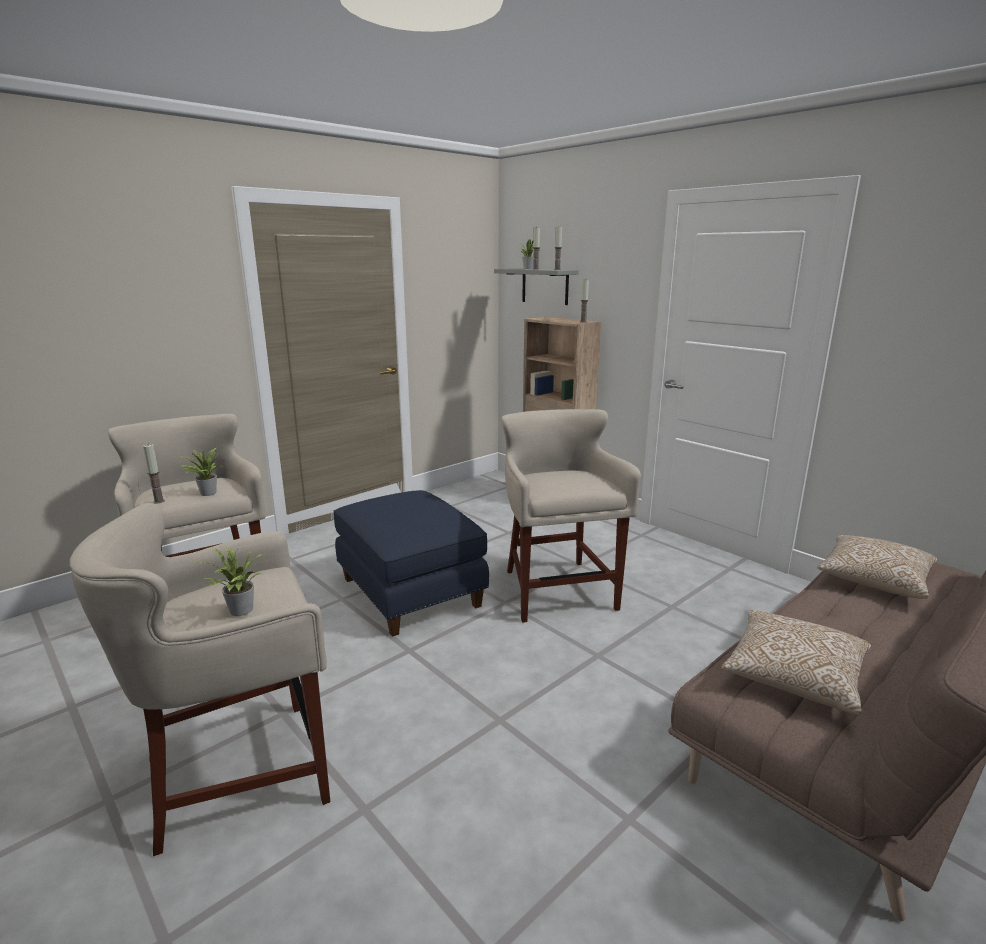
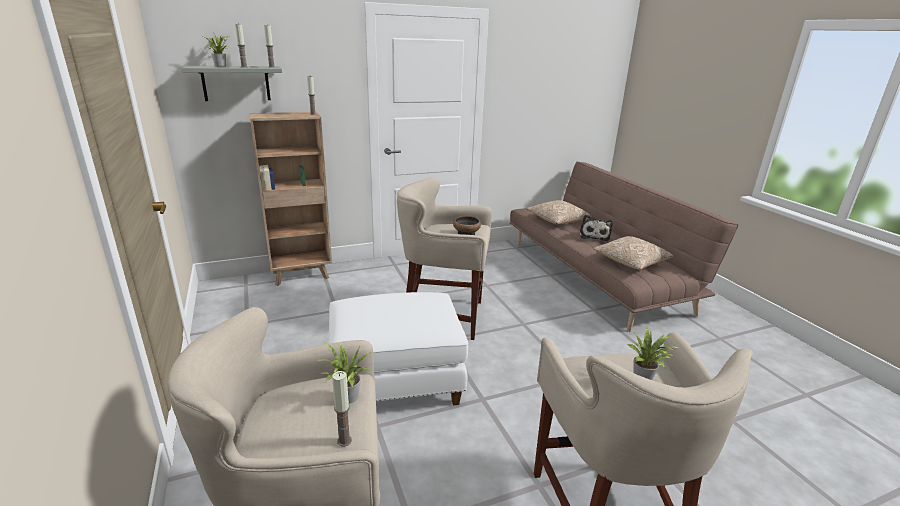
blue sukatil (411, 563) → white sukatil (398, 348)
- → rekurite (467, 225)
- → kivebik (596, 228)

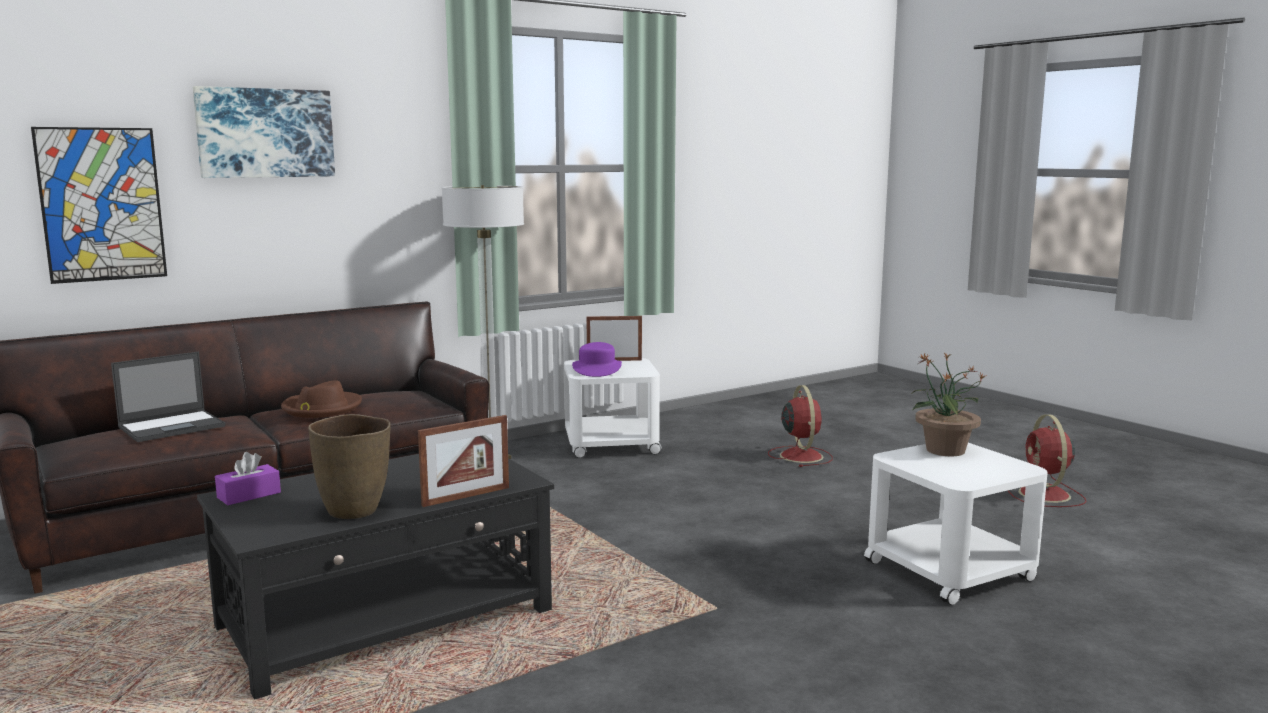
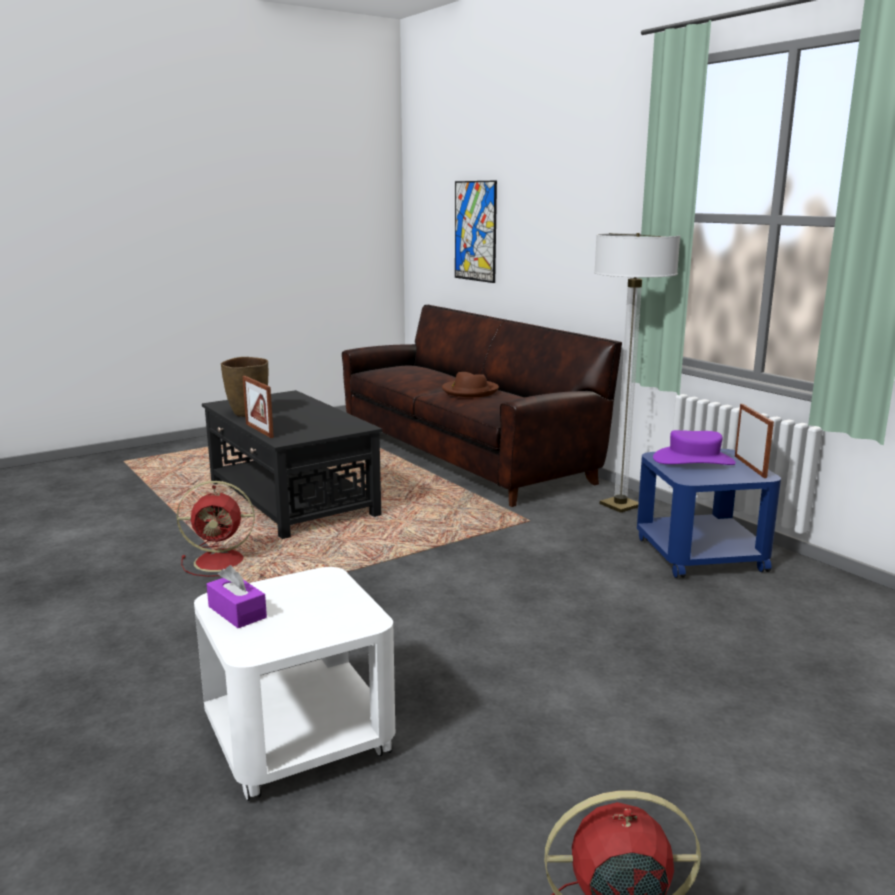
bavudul (168, 397) → -
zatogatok (264, 132) → -
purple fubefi (248, 478) → purple fubefi (237, 596), shifted
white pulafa (613, 408) → blue pulafa (709, 513)
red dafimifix (800, 426) → red dafimifix (216, 529), shifted
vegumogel (949, 404) → -

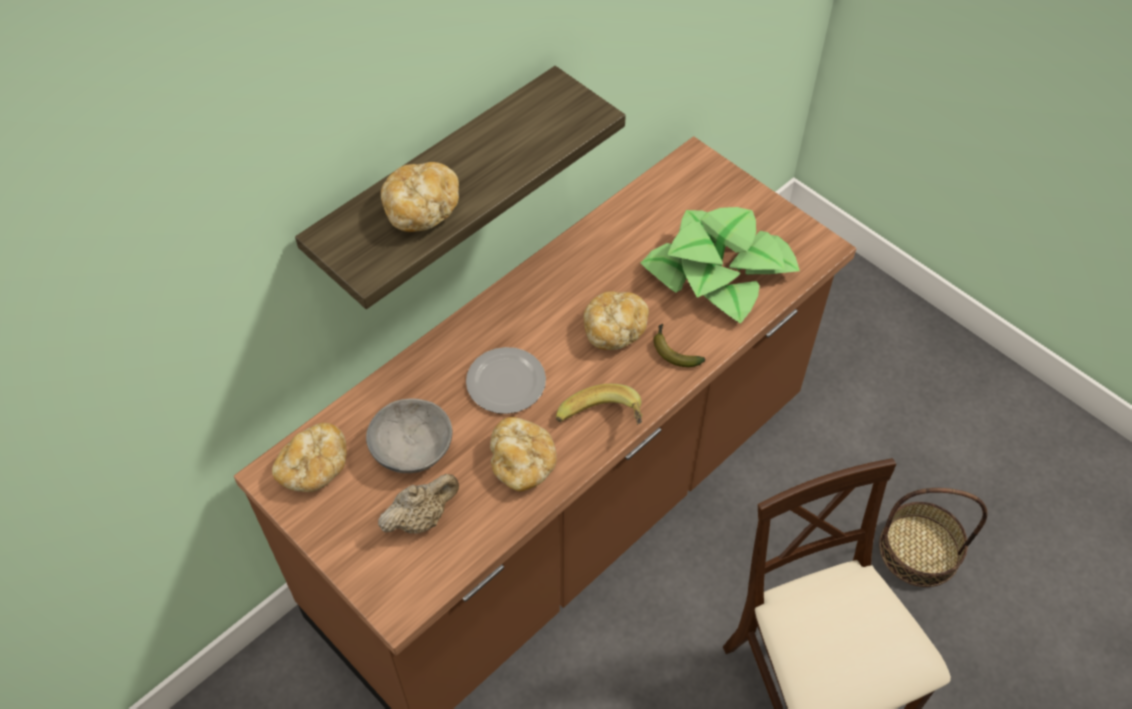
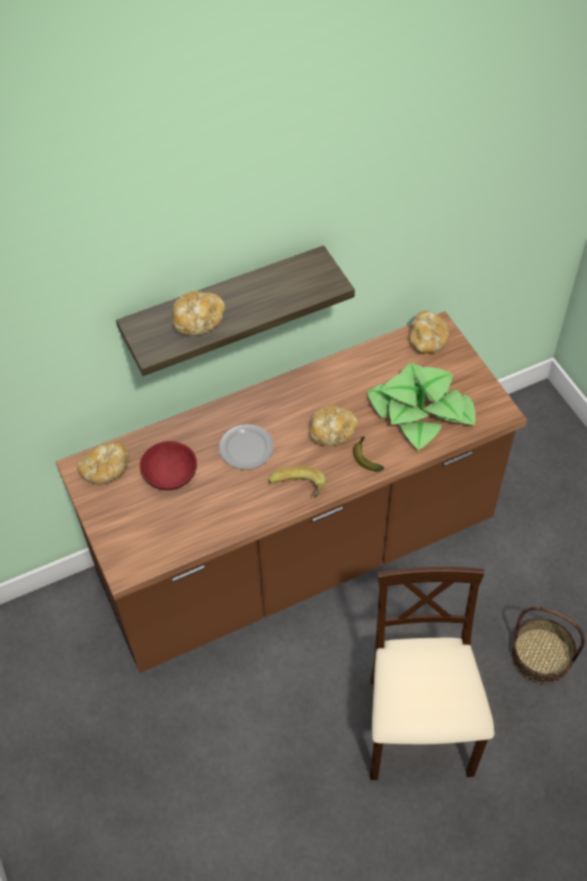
grey rekurite (409, 436) → red rekurite (168, 465)
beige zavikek (418, 504) → -
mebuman (523, 454) → mebuman (429, 332), shifted

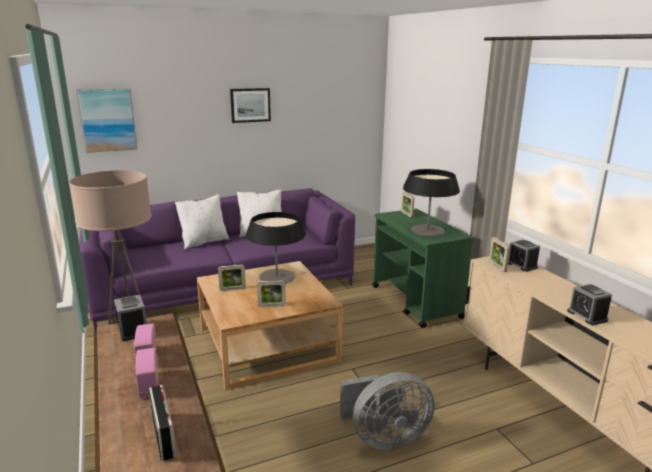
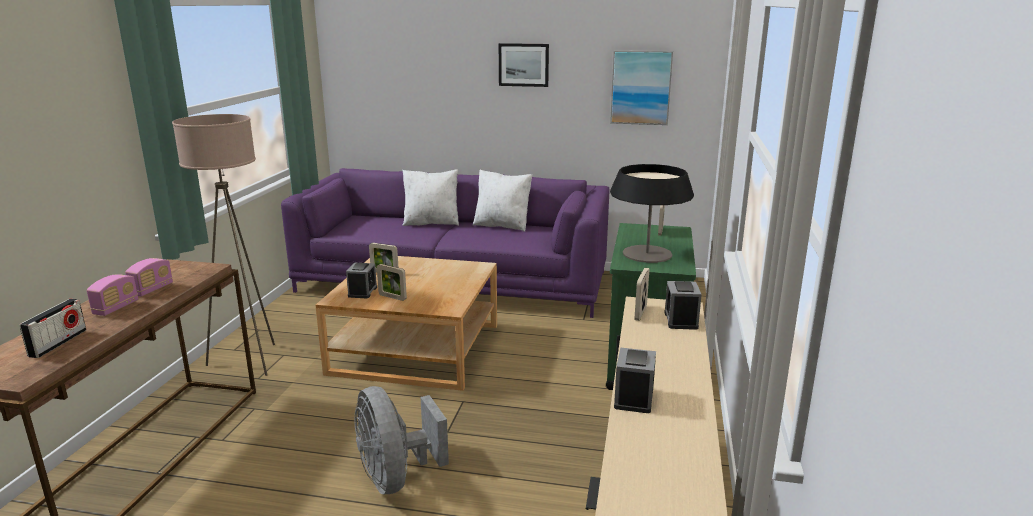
zatogatok (107, 120) → zatogatok (641, 87), shifted
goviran (130, 318) → goviran (361, 280), shifted
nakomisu (276, 247) → -
grey dafimifix (387, 411) → grey dafimifix (401, 440), 45 degrees clockwise

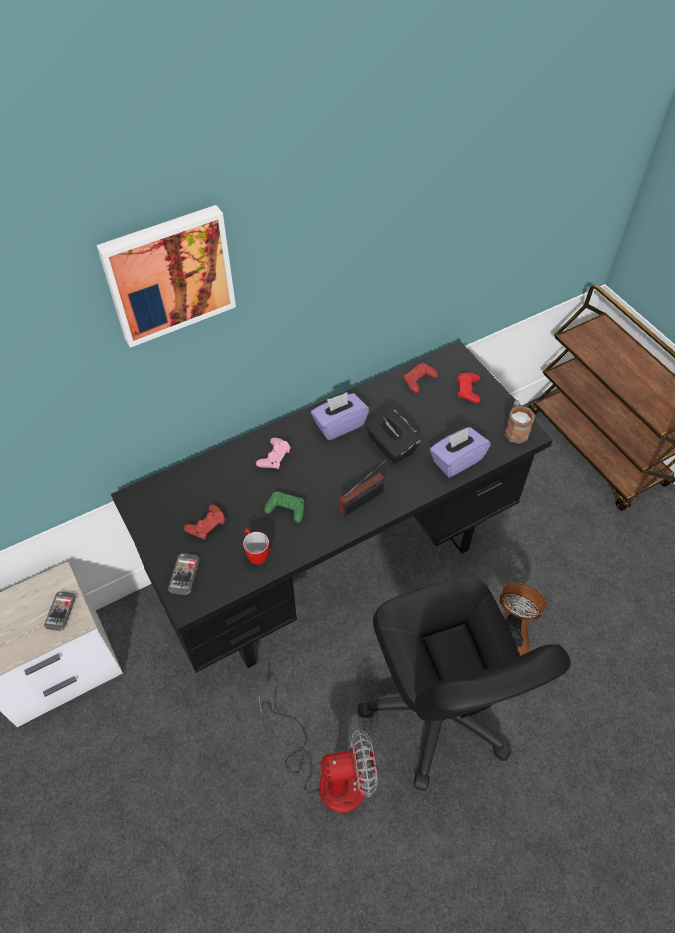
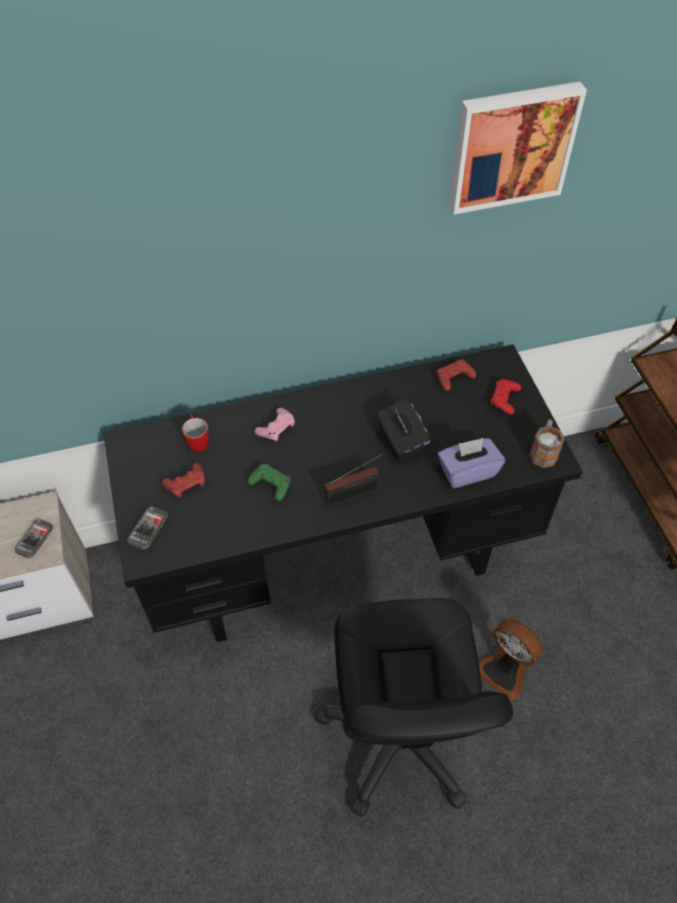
zatogatok (166, 276) → zatogatok (518, 148), shifted
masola (256, 546) → masola (195, 433), shifted
dafimifix (318, 754) → -
purple fubefi (340, 416) → -

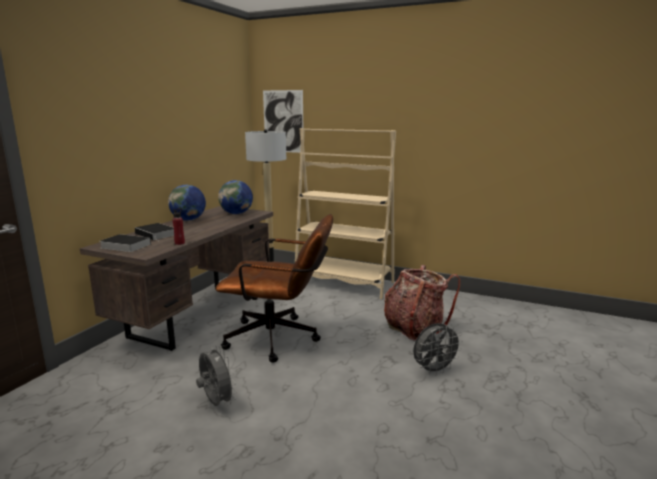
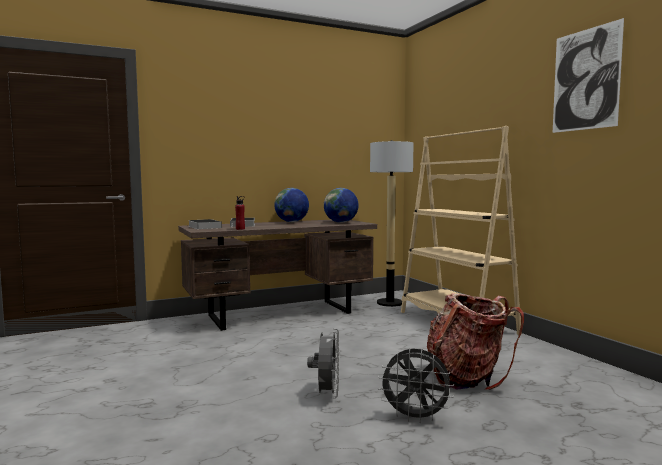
grey dafimifix (216, 375) → grey dafimifix (323, 363), shifted
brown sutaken (274, 288) → -
zatogatok (283, 121) → zatogatok (588, 75), shifted

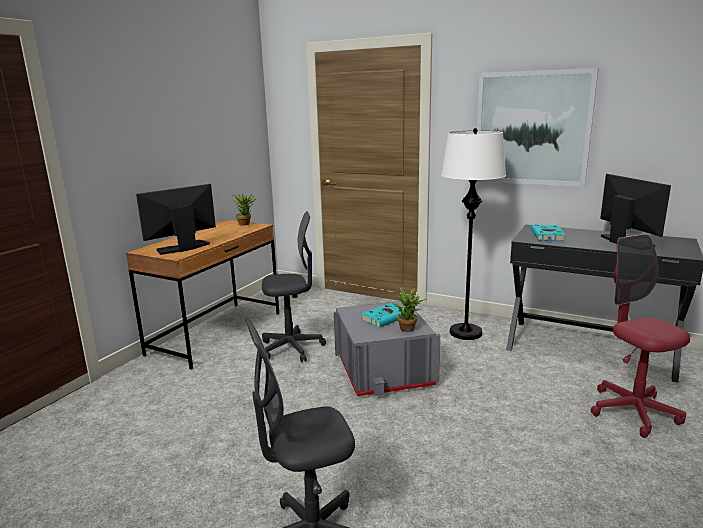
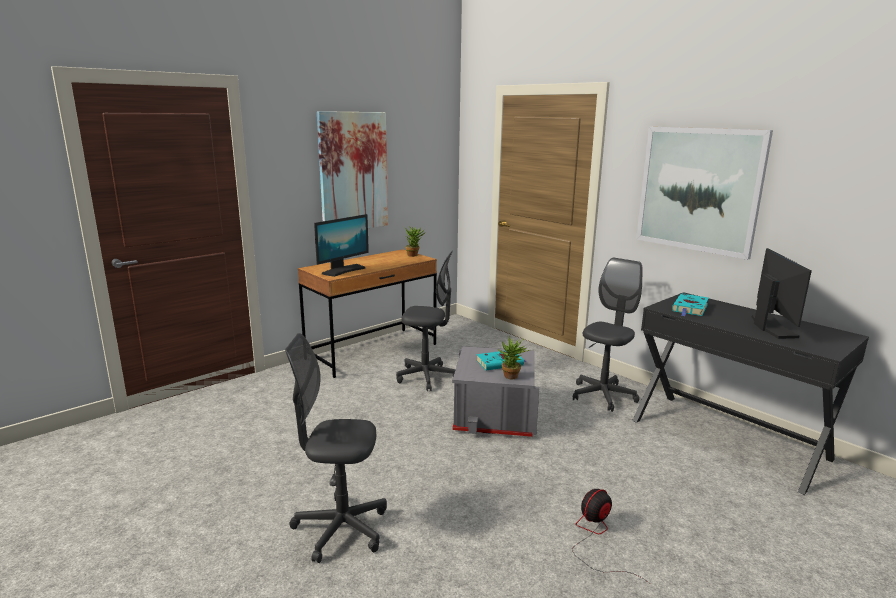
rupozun (176, 219) → rupozun (341, 245), 150 degrees clockwise
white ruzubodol (473, 234) → grey sutaken (607, 335)
red sutaken (640, 336) → -
- → zatogatok (352, 169)
- → dafimifix (610, 536)

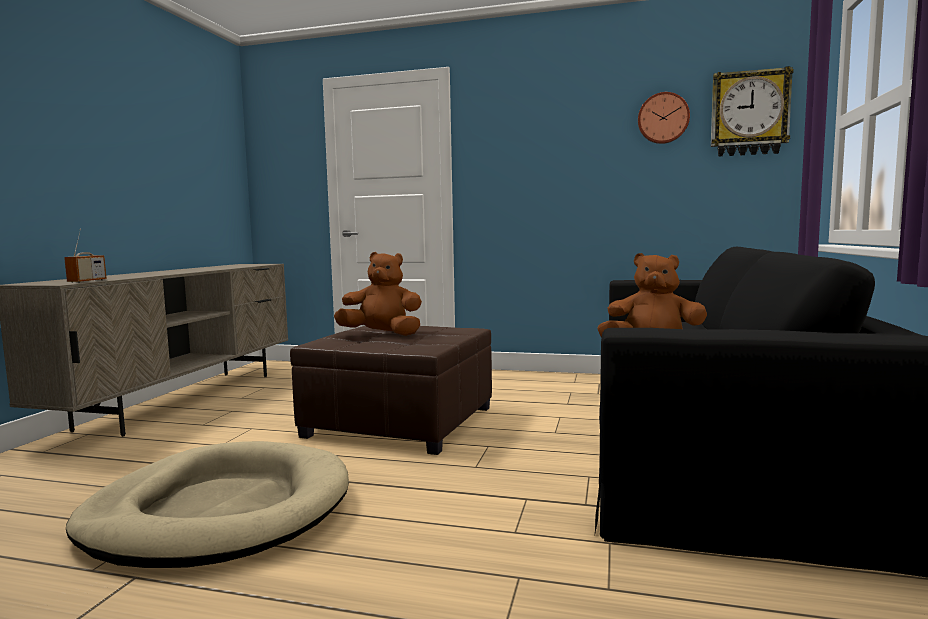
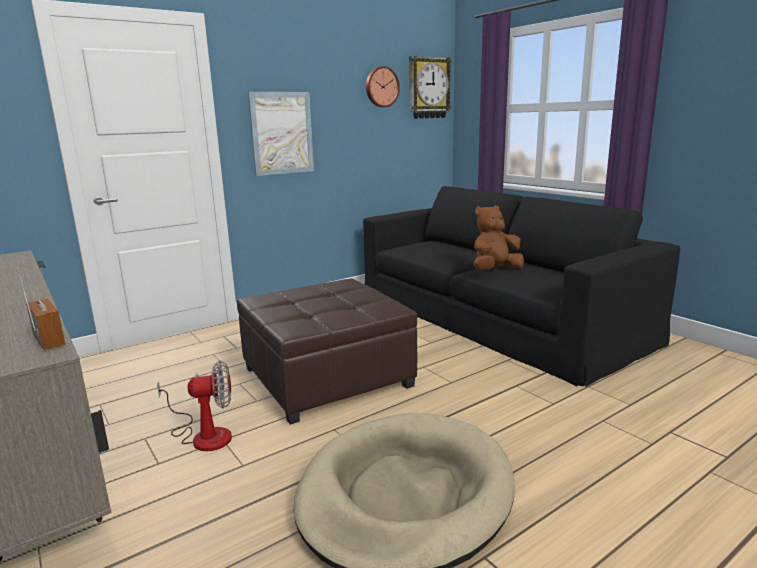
brown kivebik (378, 294) → -
- → dafimifix (194, 406)
- → zatogatok (281, 134)

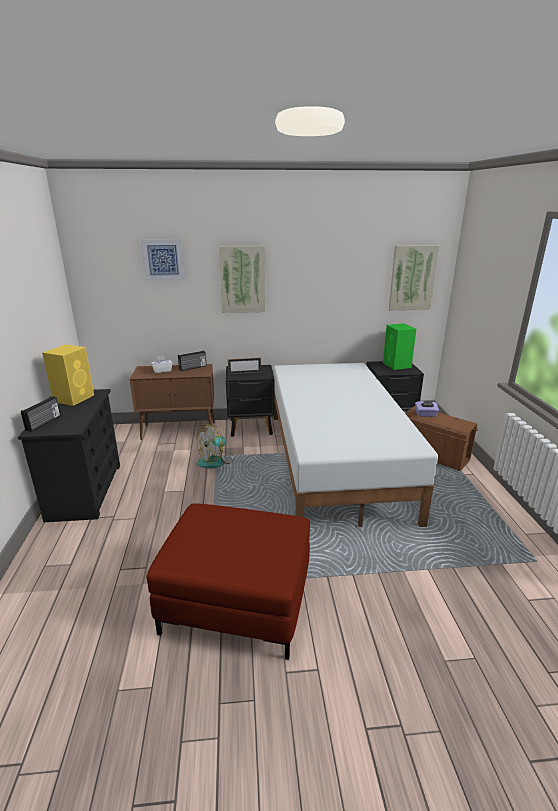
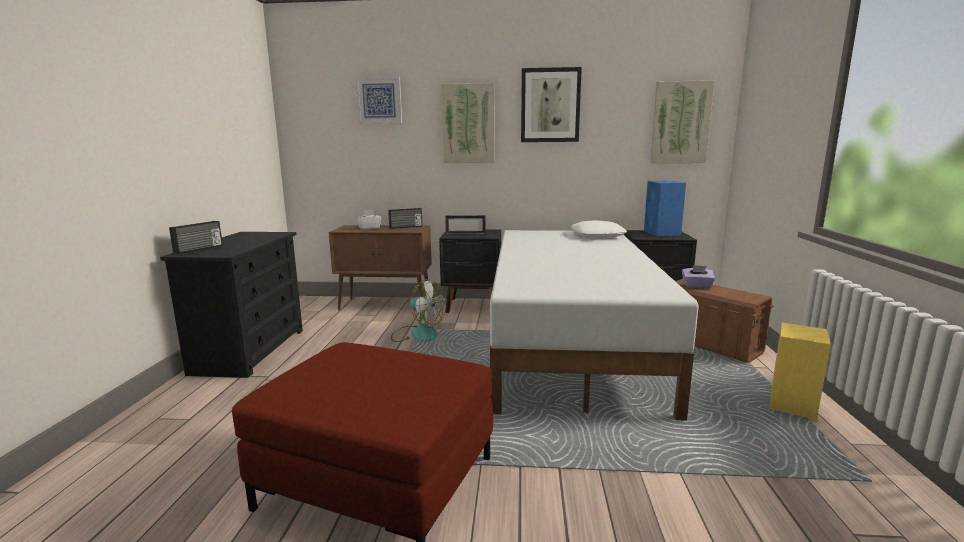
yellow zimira (68, 375) → yellow zimira (800, 371), shifted
dafimifix (216, 446) → dafimifix (418, 310), 120 degrees counterclockwise
green zimira (399, 346) → blue zimira (665, 208)
- → zatogatok (551, 104)
- → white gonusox (599, 229)

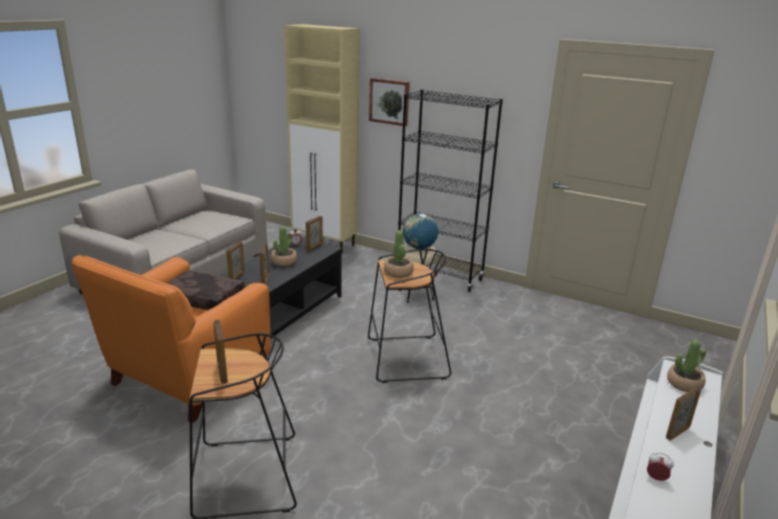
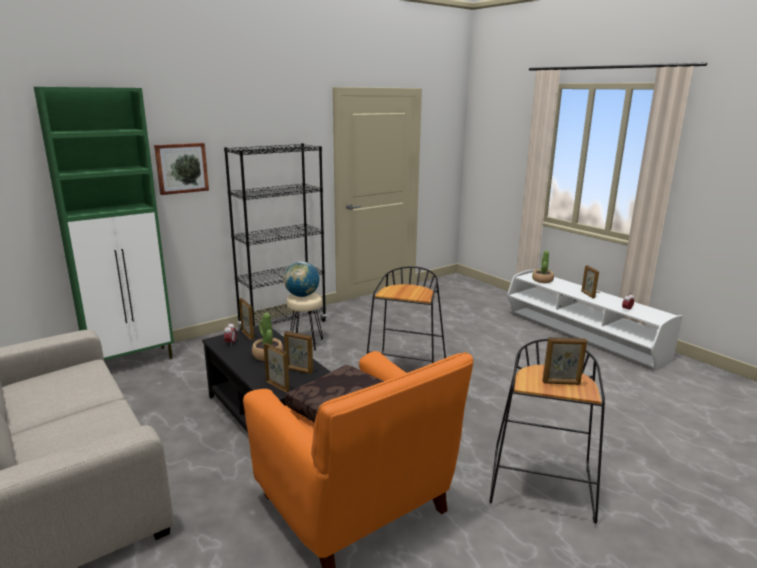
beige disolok (322, 139) → green disolok (104, 223)
vegumogel (399, 254) → -

